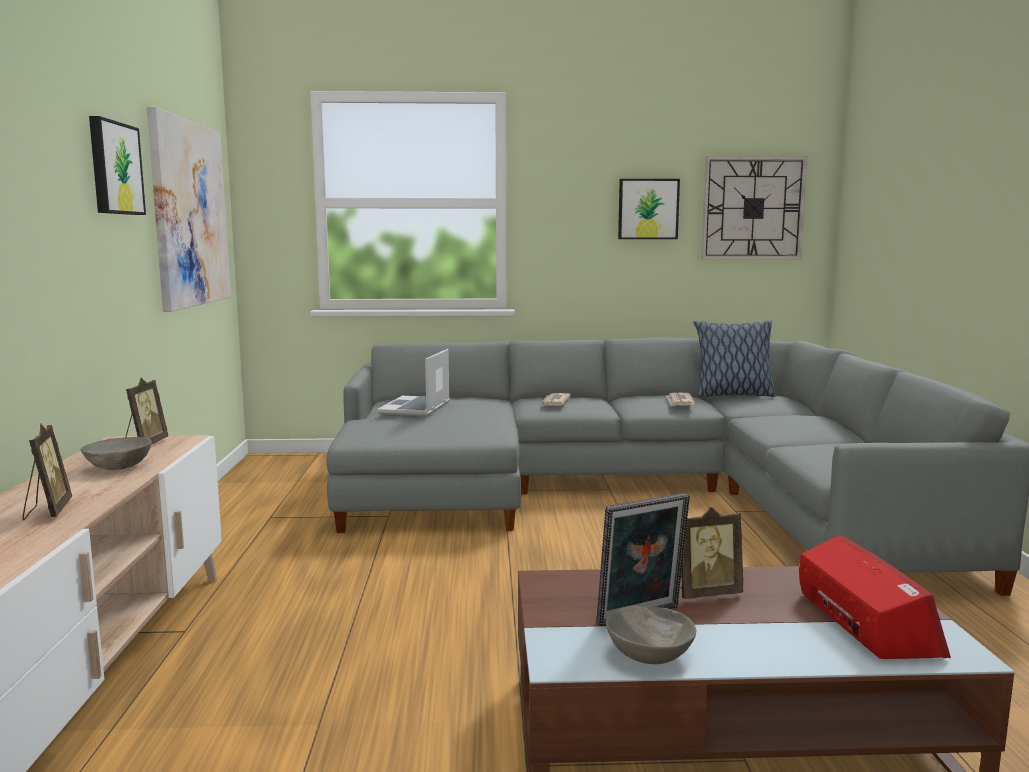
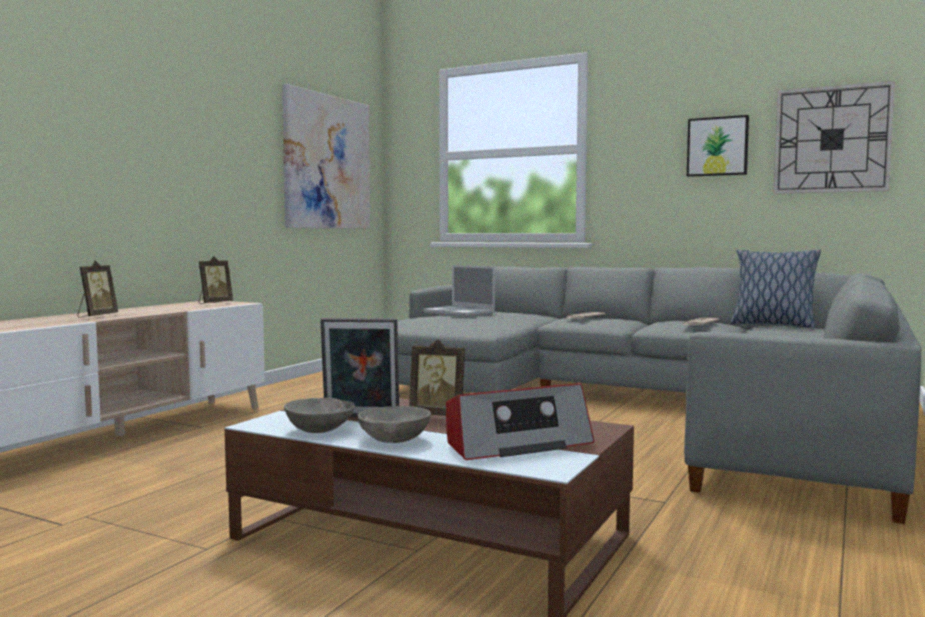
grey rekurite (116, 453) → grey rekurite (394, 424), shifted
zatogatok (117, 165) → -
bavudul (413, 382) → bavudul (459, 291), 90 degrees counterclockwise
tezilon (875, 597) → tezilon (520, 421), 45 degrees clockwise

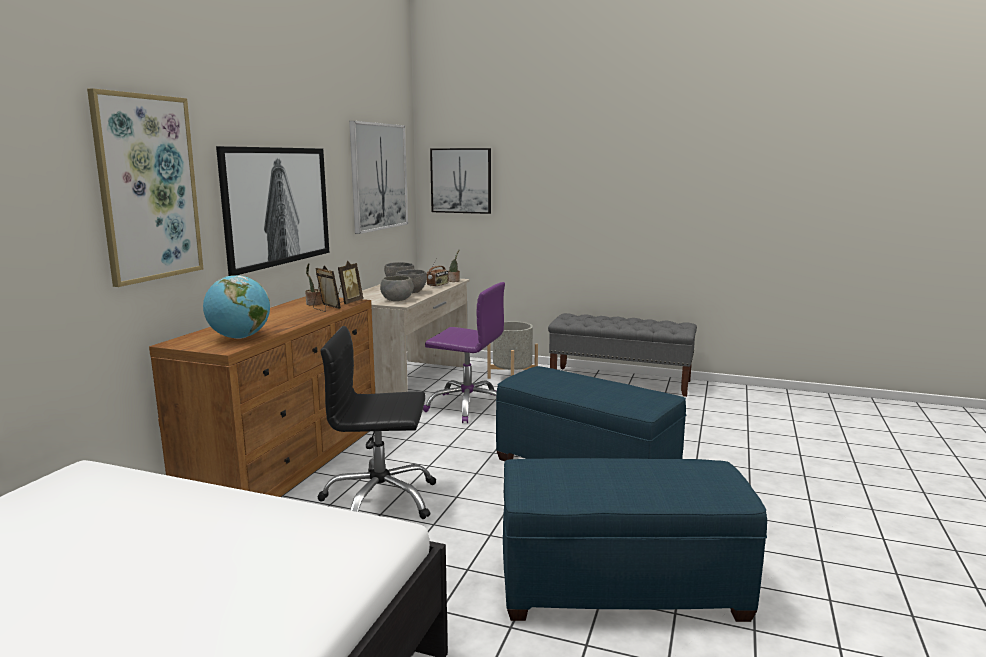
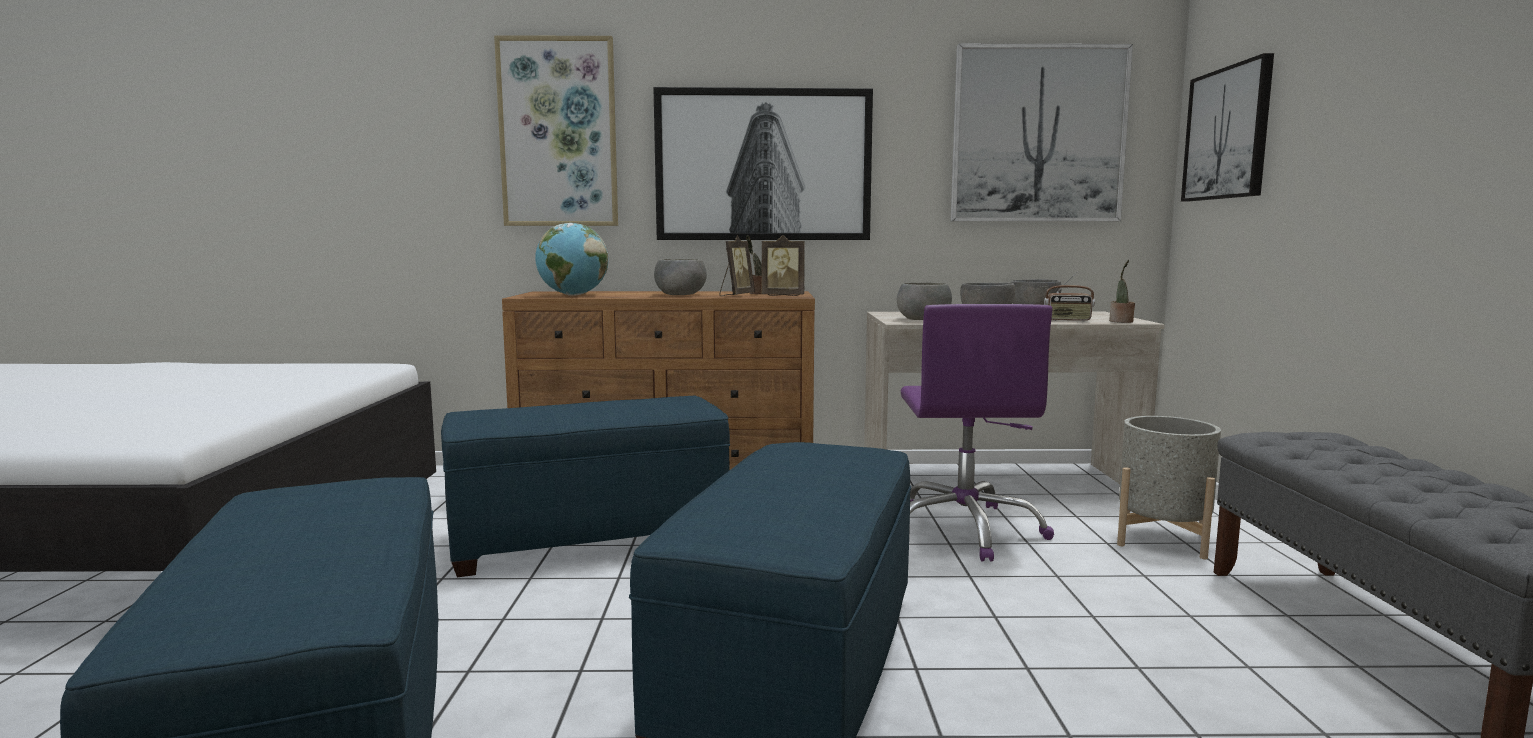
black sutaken (376, 422) → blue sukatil (585, 486)
- → grey rekurite (680, 277)

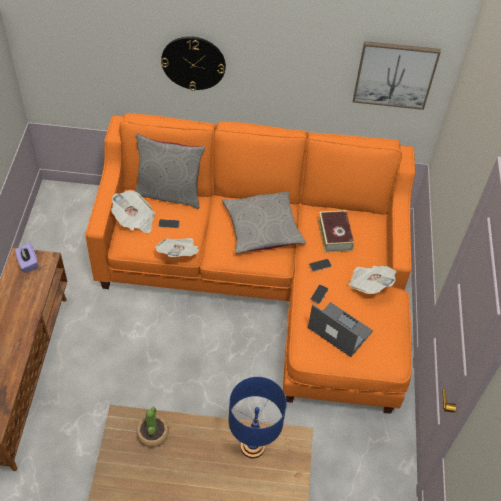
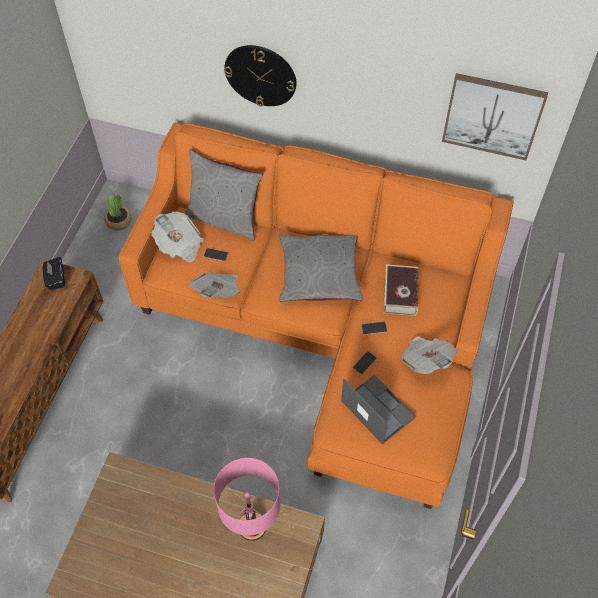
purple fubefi (26, 257) → black fubefi (54, 273)
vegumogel (152, 427) → vegumogel (118, 212), shifted
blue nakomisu (257, 417) → pink nakomisu (247, 499)

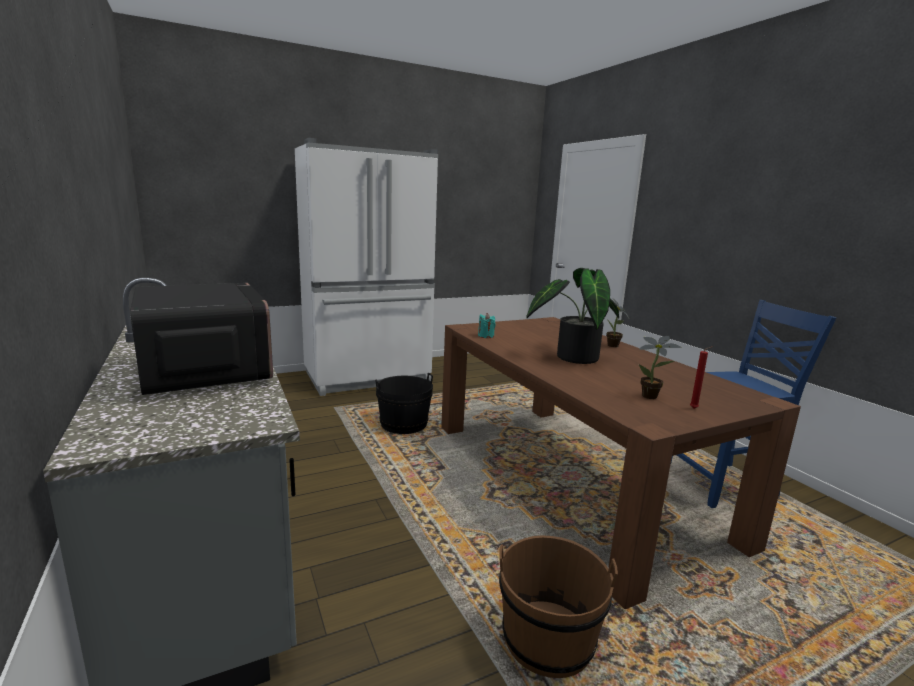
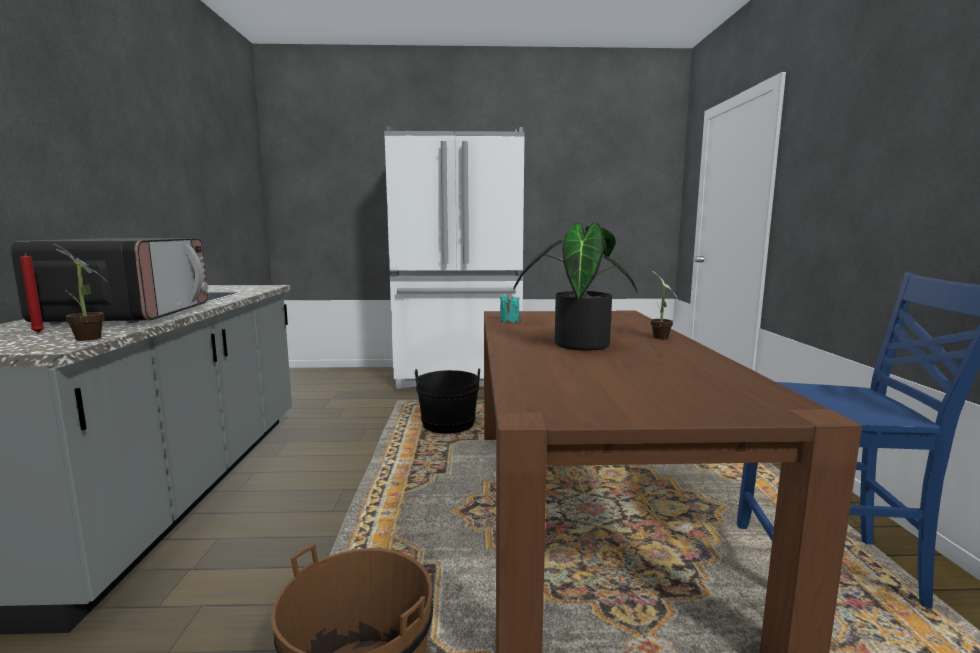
vegumogel (660, 367) → vegumogel (79, 293), shifted
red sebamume (701, 377) → red sebamume (32, 290), shifted

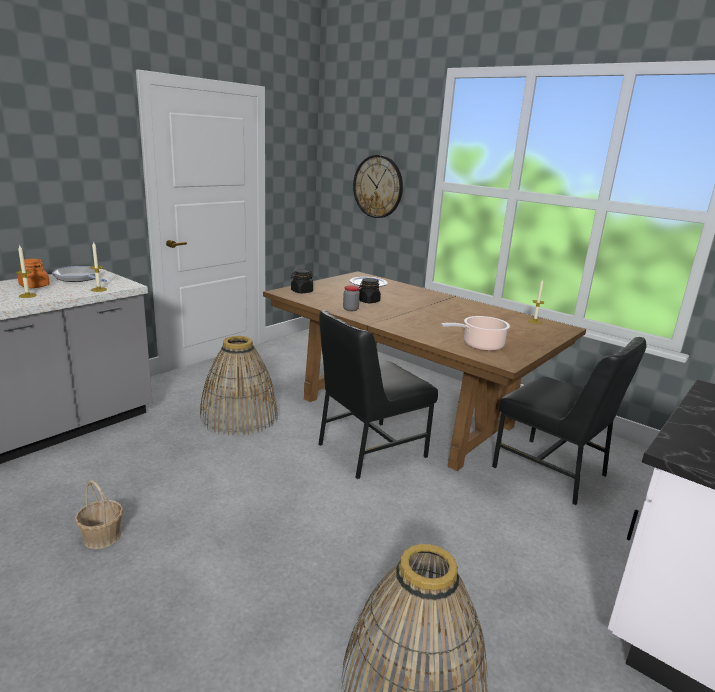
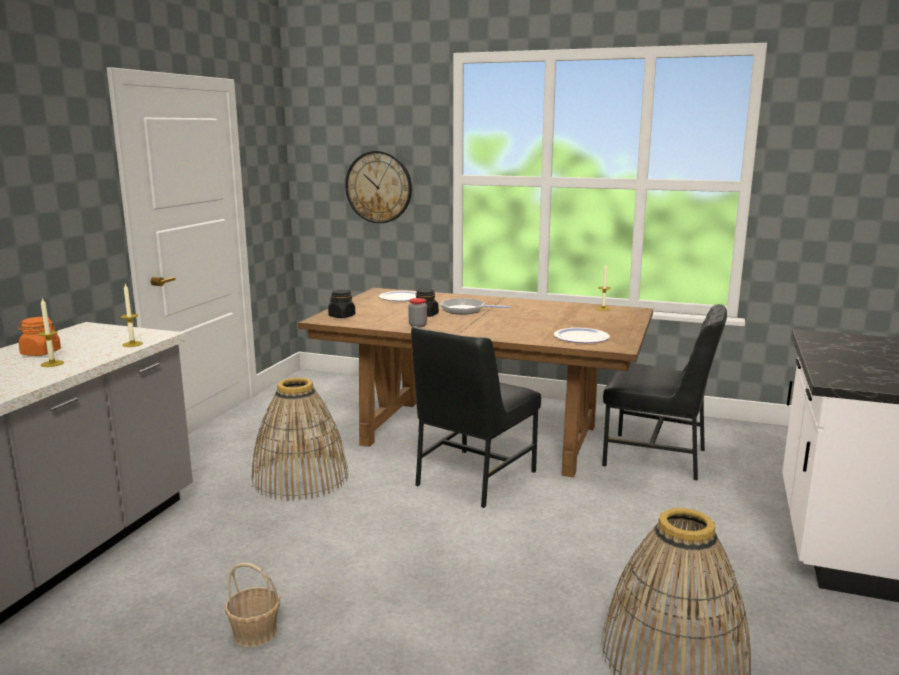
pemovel (79, 274) → pemovel (475, 307), shifted
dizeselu (475, 333) → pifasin (582, 335)

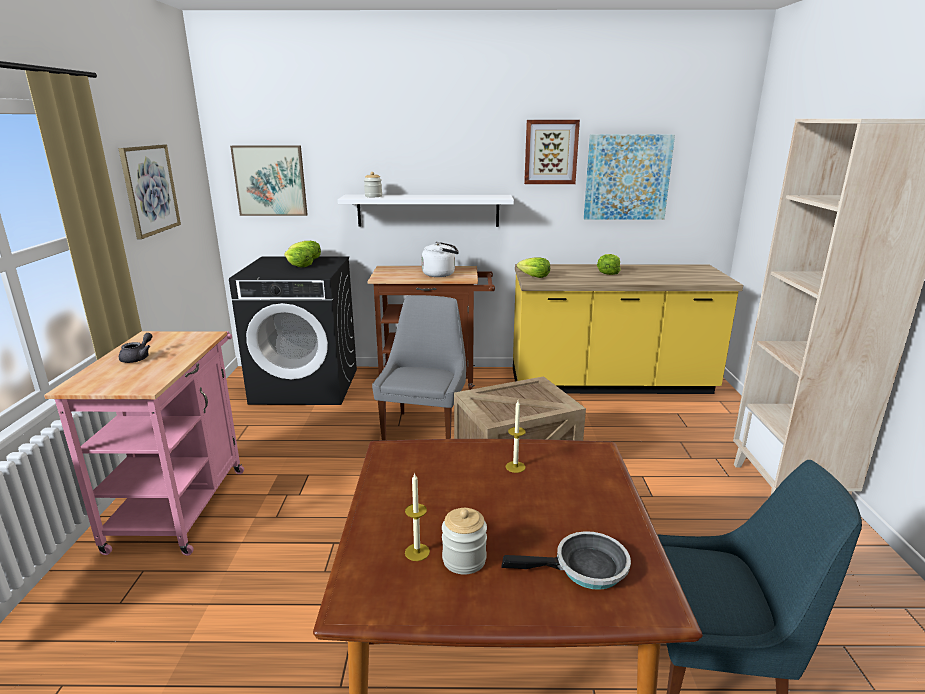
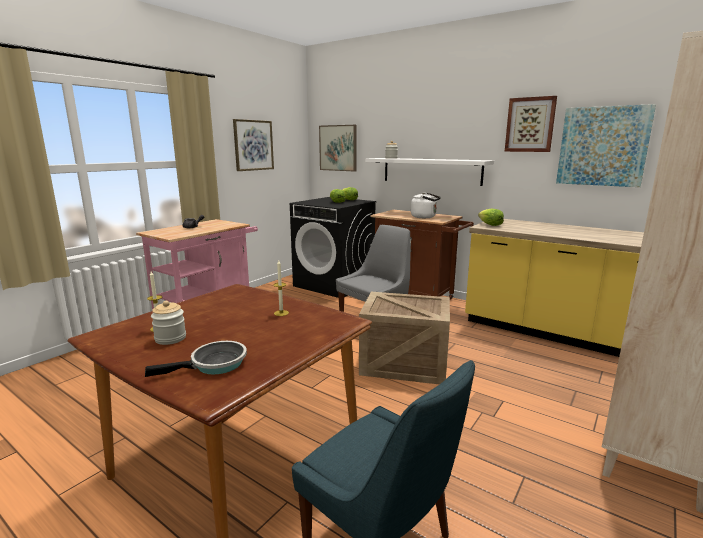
pemovel (566, 560) → pemovel (196, 359), 60 degrees counterclockwise
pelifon (609, 264) → -

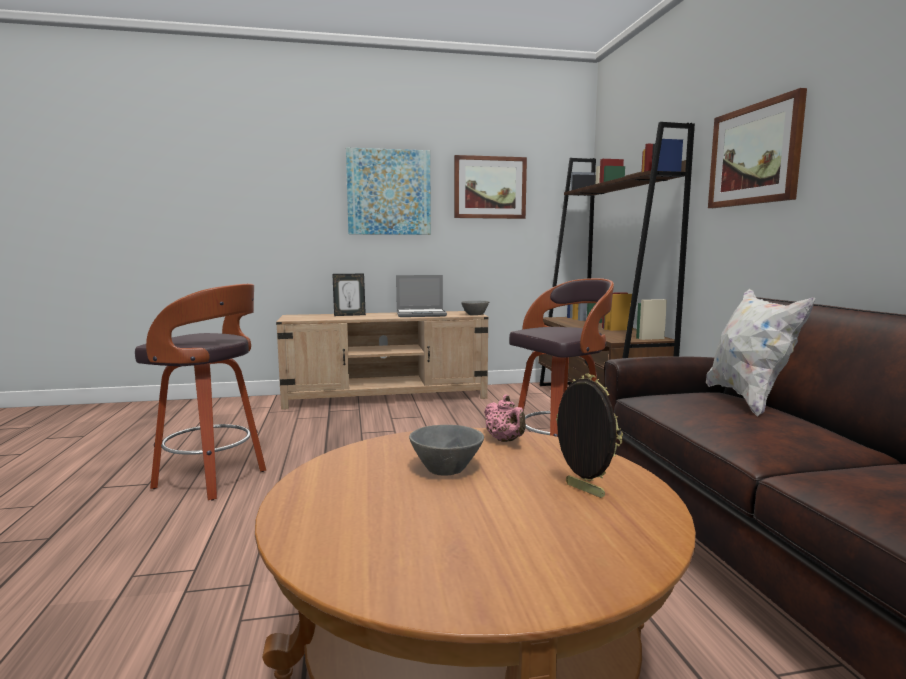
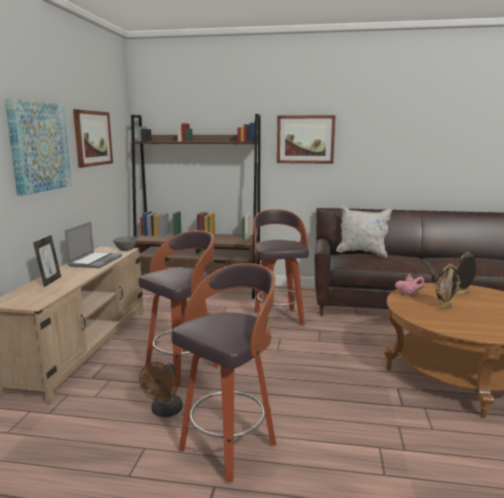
grey rekurite (446, 450) → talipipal (448, 286)
- → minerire (178, 308)
- → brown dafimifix (161, 389)

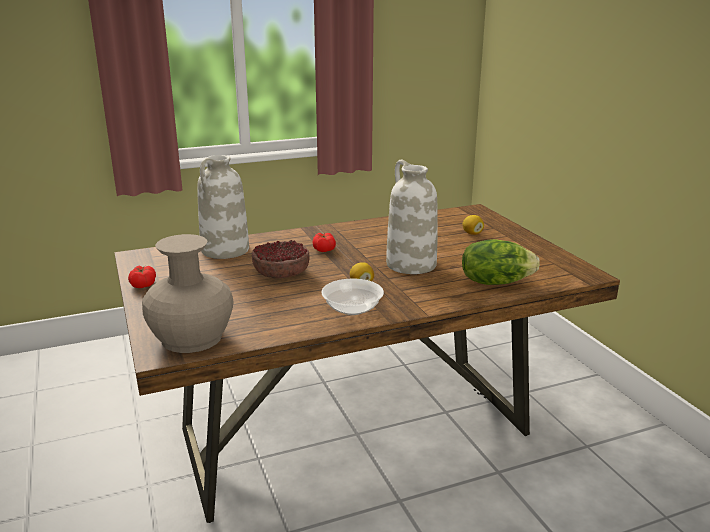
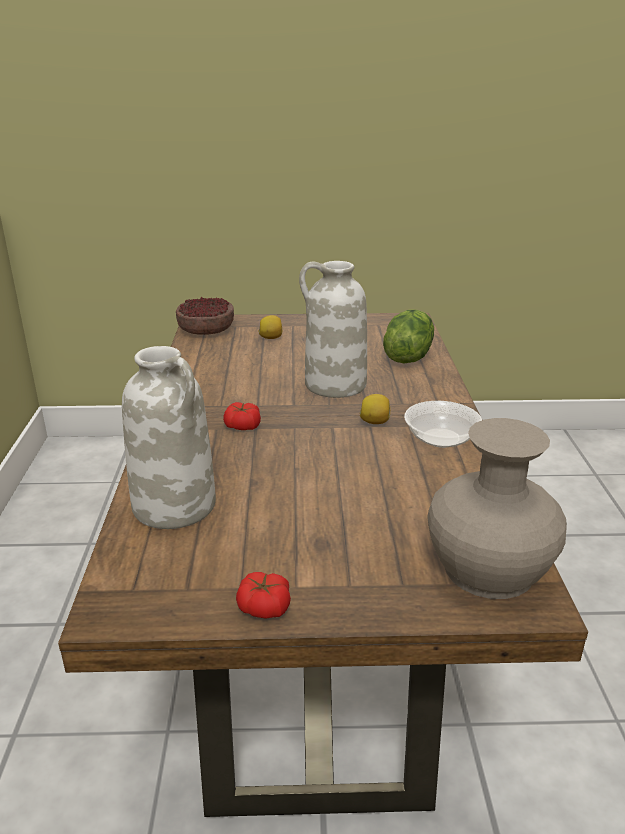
rekurite (280, 259) → rekurite (205, 316), shifted

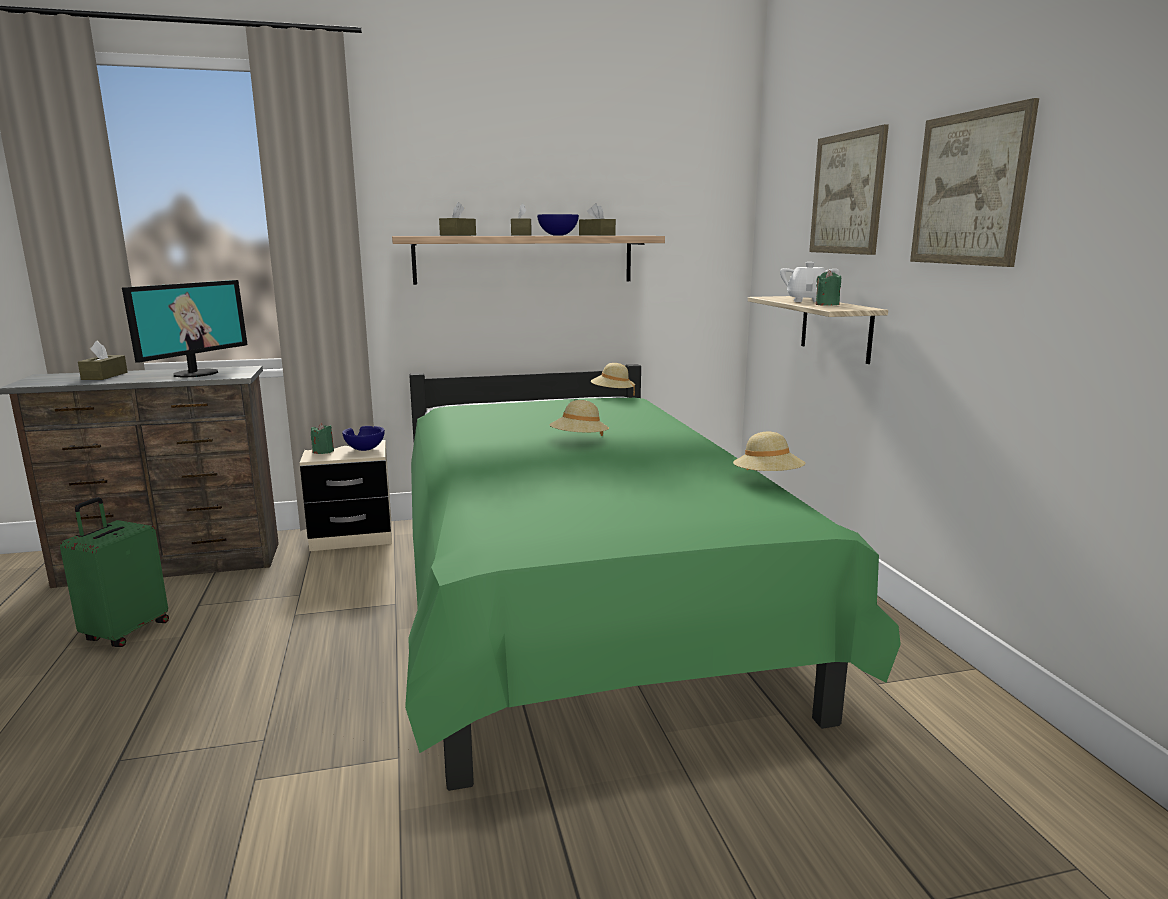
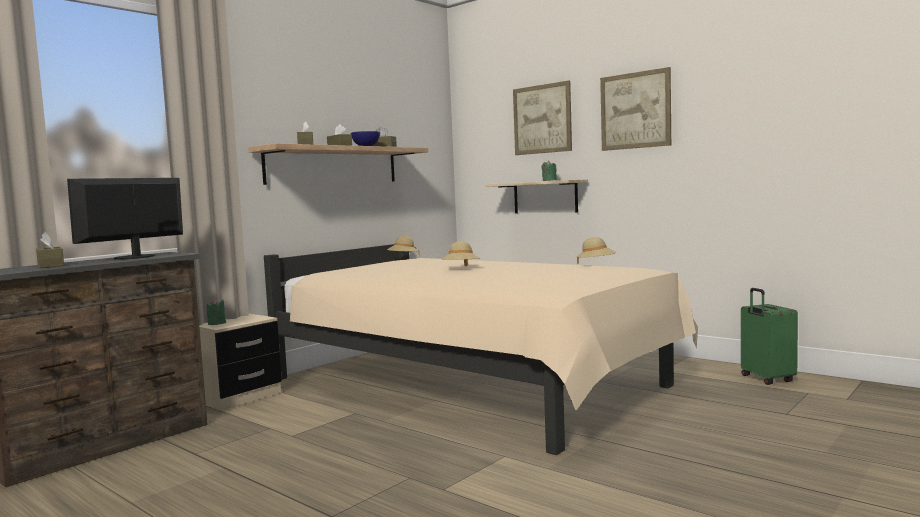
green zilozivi (114, 572) → green zilozivi (769, 336), shifted
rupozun (185, 329) → rupozun (125, 219), 135 degrees counterclockwise
blue rekurite (363, 438) → -
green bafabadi (653, 577) → beige bafabadi (481, 349)
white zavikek (810, 282) → -

